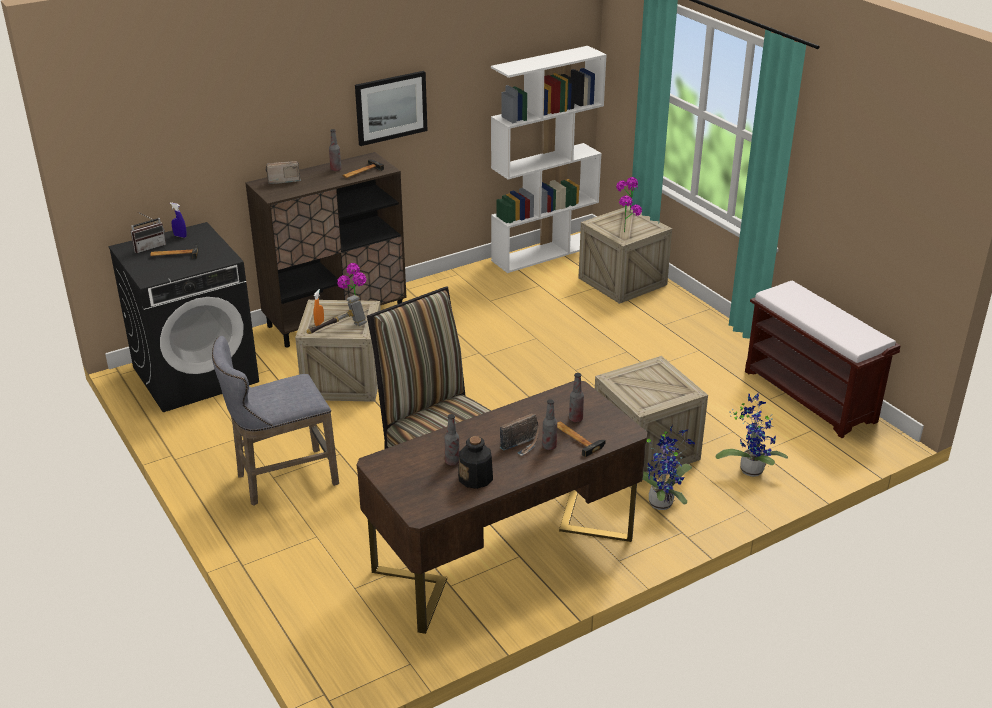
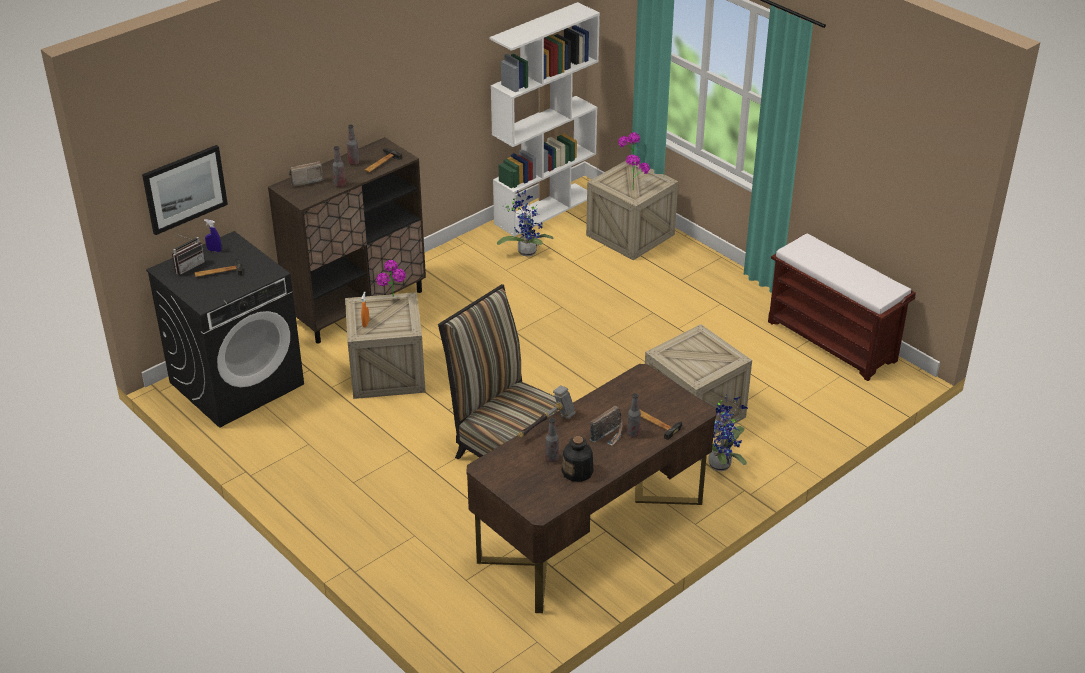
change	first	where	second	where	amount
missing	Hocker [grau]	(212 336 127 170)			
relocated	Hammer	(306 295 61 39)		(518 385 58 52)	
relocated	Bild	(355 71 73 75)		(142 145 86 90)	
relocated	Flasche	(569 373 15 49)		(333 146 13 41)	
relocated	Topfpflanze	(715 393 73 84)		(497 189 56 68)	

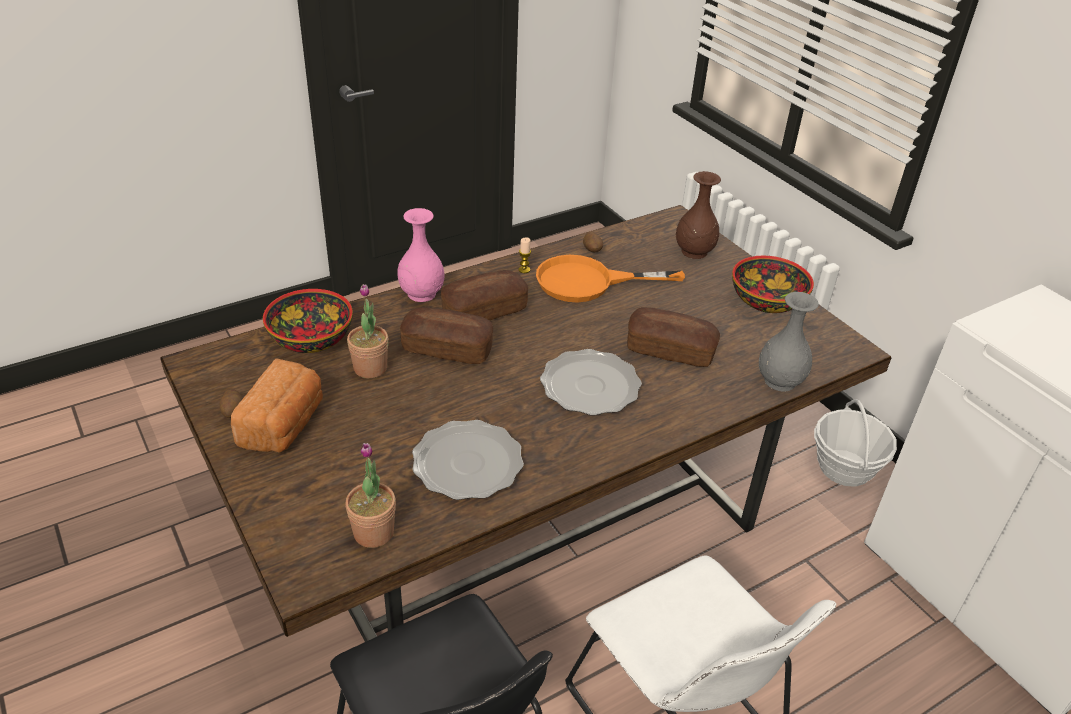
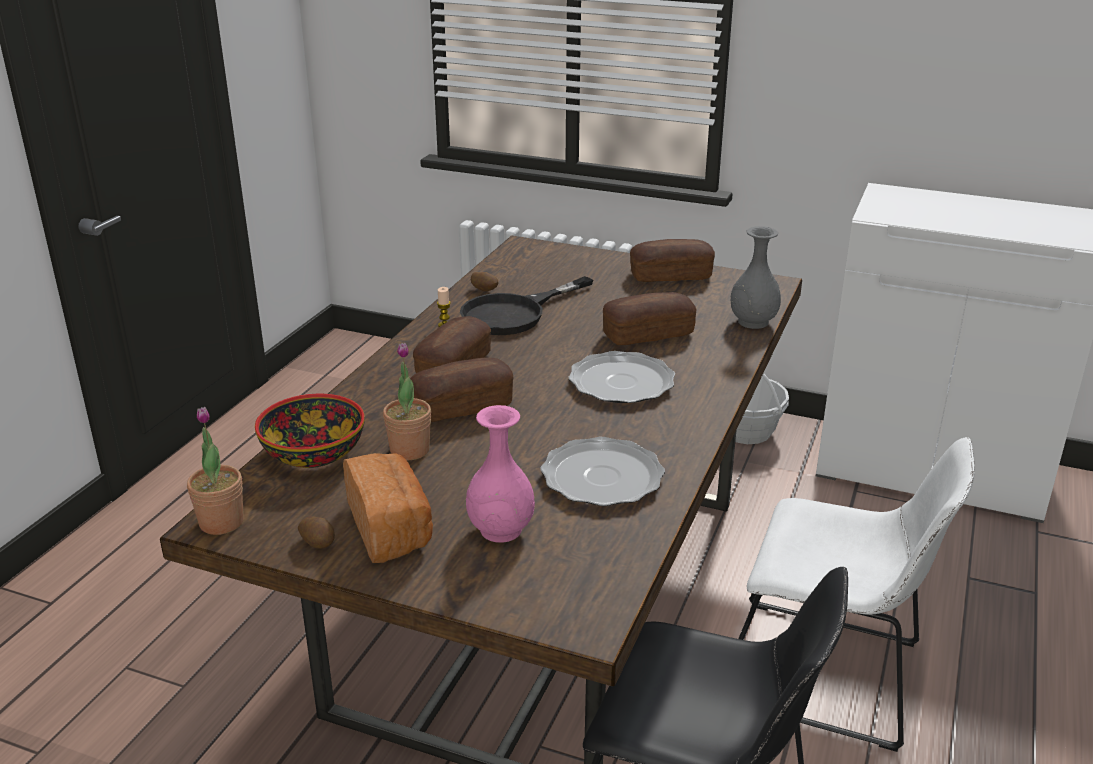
change	first	where	second	where	amount
missing	Vase [braun]	(676 171 45 88)			
relocated	Topfpflanze	(345 443 51 105)		(187 407 57 128)	
relocated	Vase [rosa]	(397 208 48 94)		(466 405 69 138)	
exchanged	Schüssel	(732 256 82 57)	Brot	(630 239 85 43)	
colour	Pfanne [orange]	(536 255 149 48)	Pfanne [schwarz]	(460 276 133 59)	

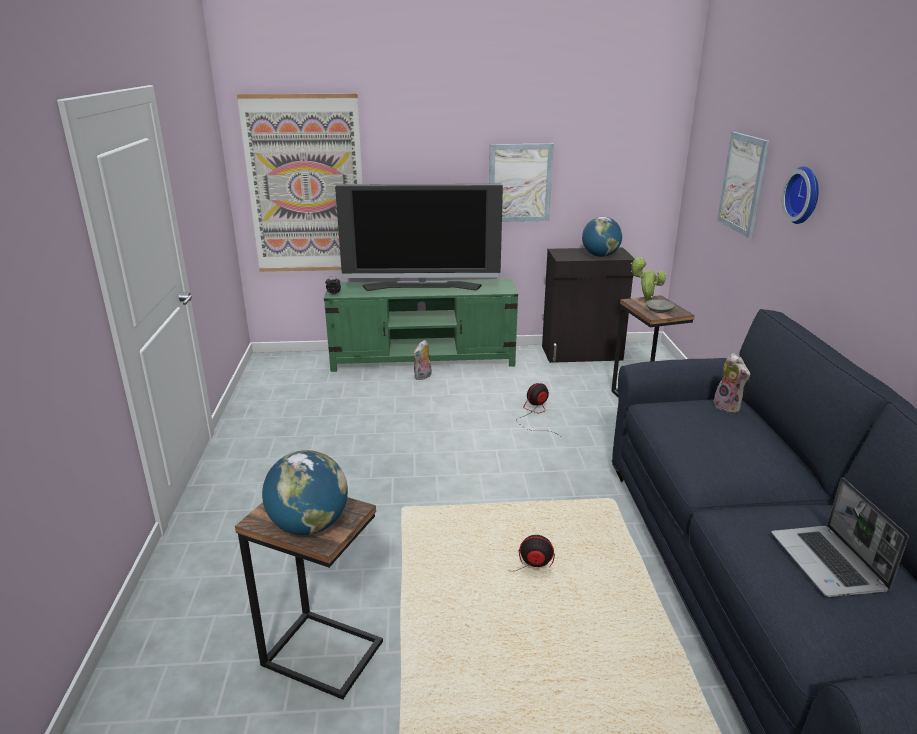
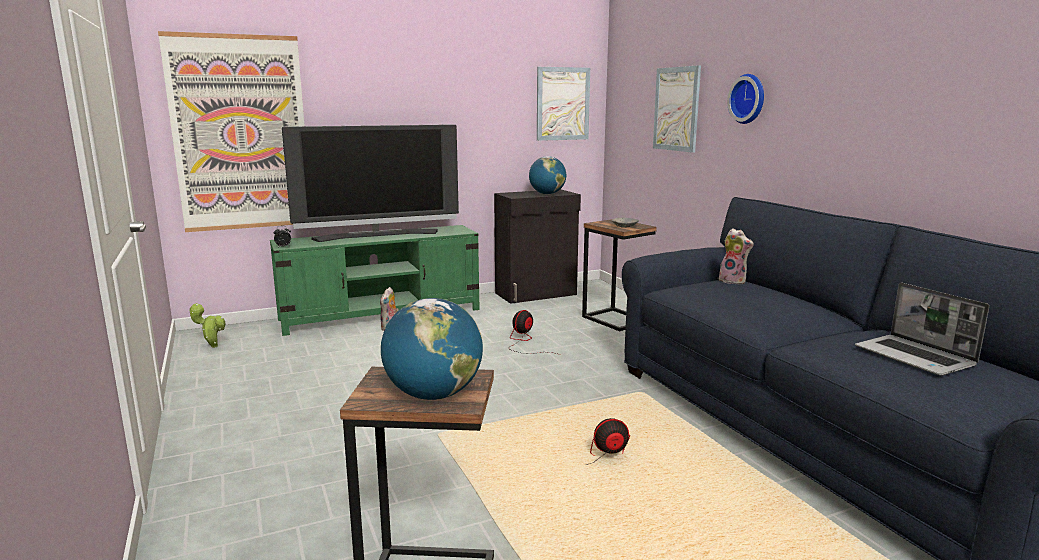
change	first	where	second	where	amount
relocated	Bild	(489 144 65 78)		(537 67 53 74)	
relocated	Topfpflanze	(631 257 35 44)		(189 303 36 45)	

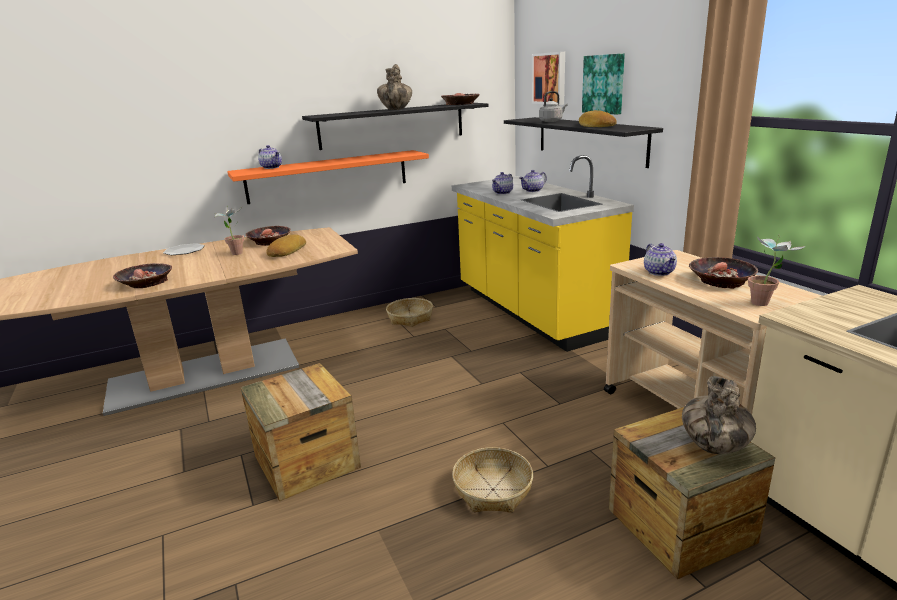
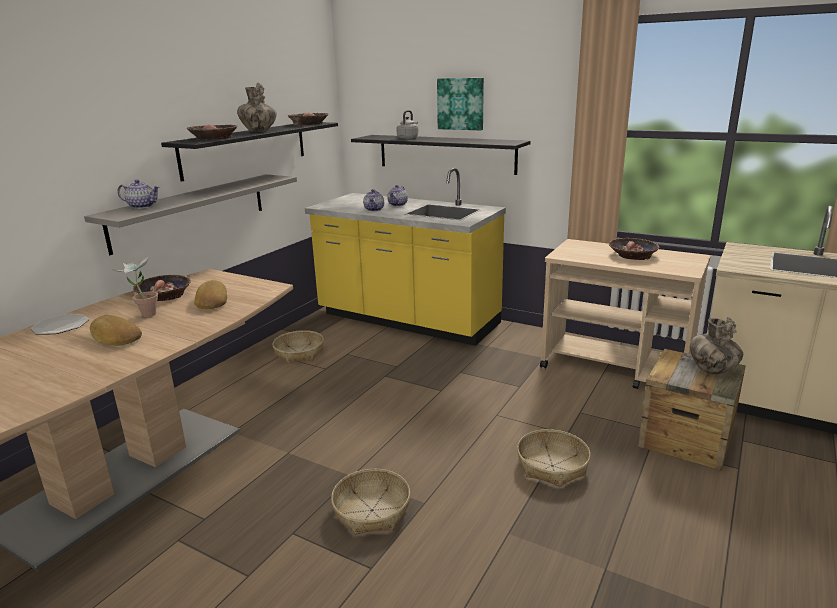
change	first	where	second	where	amount
missing	Bild	(532 52 33 53)			
missing	Teekanne	(644 243 33 33)			
missing	Topfpflanze	(748 235 57 71)			
relocated	Schüssel	(113 263 59 25)		(187 125 50 15)	
relocated	Brot	(579 110 38 17)		(90 315 52 31)	
exchanged	Kiste	(240 363 121 139)	Korb	(331 469 79 66)	
colour	Wandregal [orange]	(227 150 202 54)	Wandregal [grau]	(84 174 213 81)	

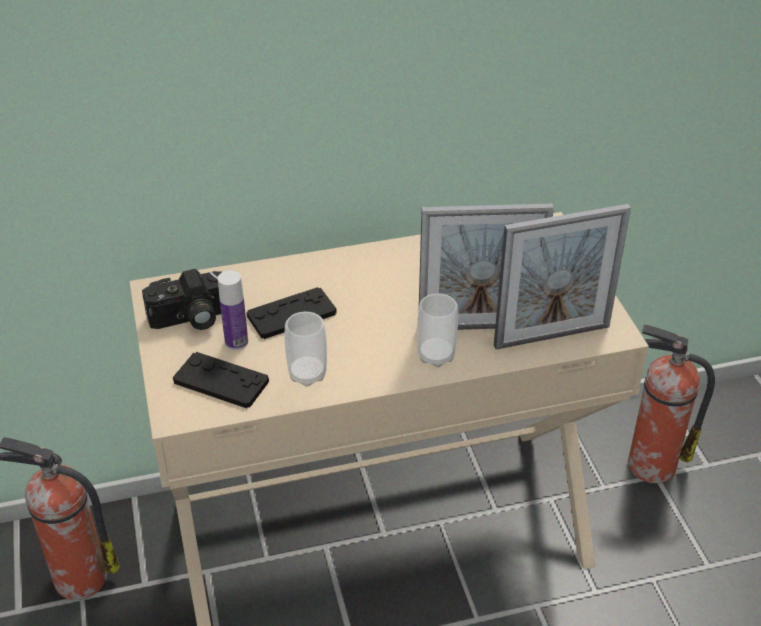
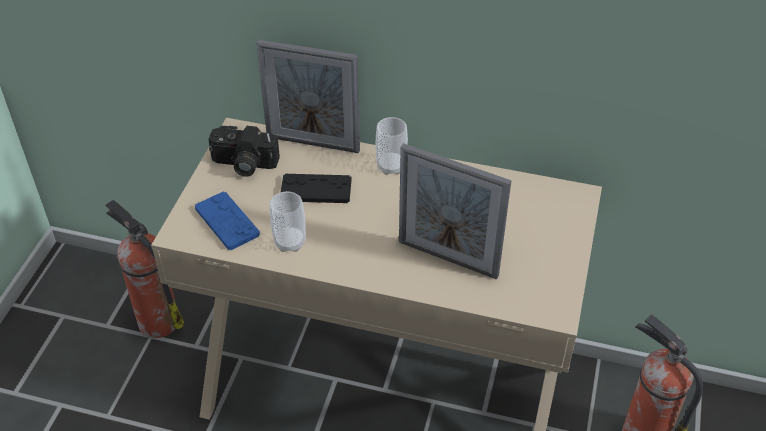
change	first	where	second	where	amount
missing	Flasche	(218 270 30 80)			
relocated	Tasse	(417 293 41 74)		(376 117 32 58)	
relocated	Bilderrahmen	(494 204 137 146)		(256 40 104 113)	
colour	Gamepad [schwarz]	(173 352 96 56)	Gamepad [blau]	(195 192 65 58)	

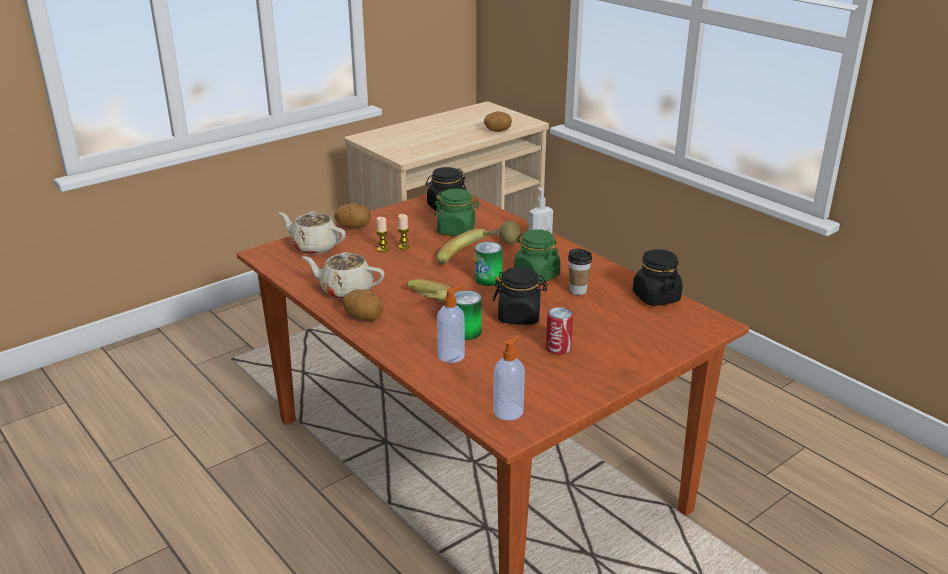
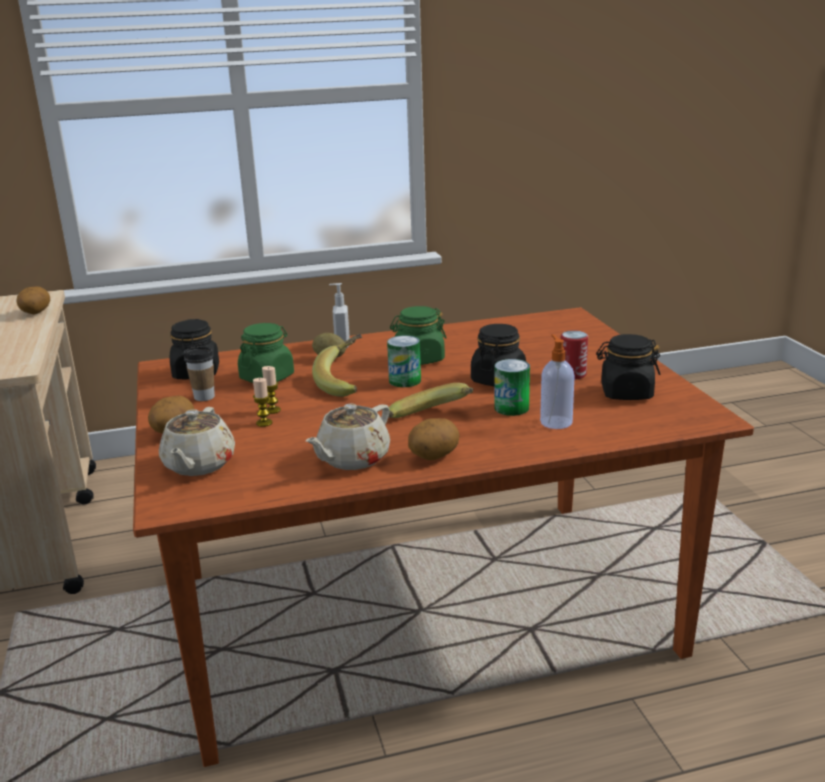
change	first	where	second	where	amount
missing	Seifenspender	(493 335 32 86)			
relocated	Tasse	(568 248 24 47)		(184 346 31 55)	
relocated	Vorratsglas [schwarz]	(633 249 50 57)		(596 334 65 66)	
spun	Teekanne [beige]	(279 211 67 43)		(159 407 76 69)	45 degrees counterclockwise

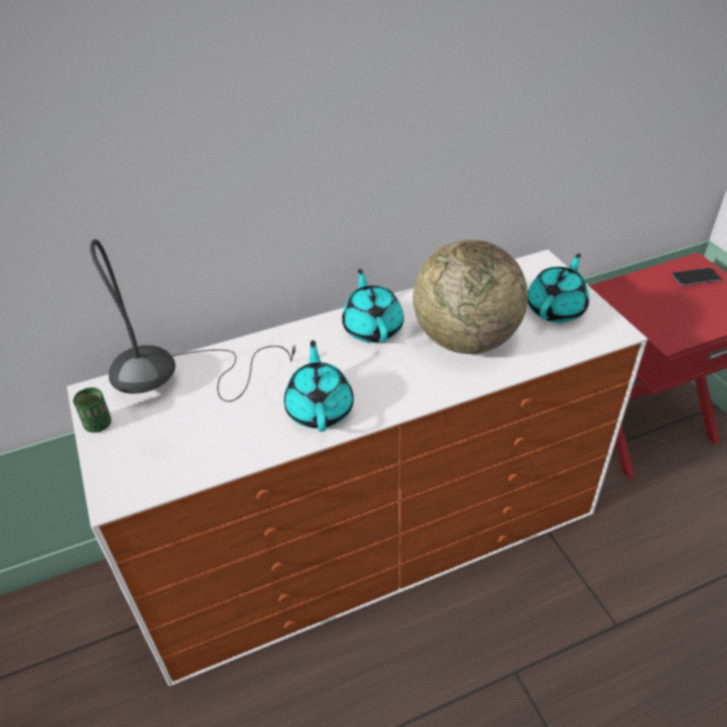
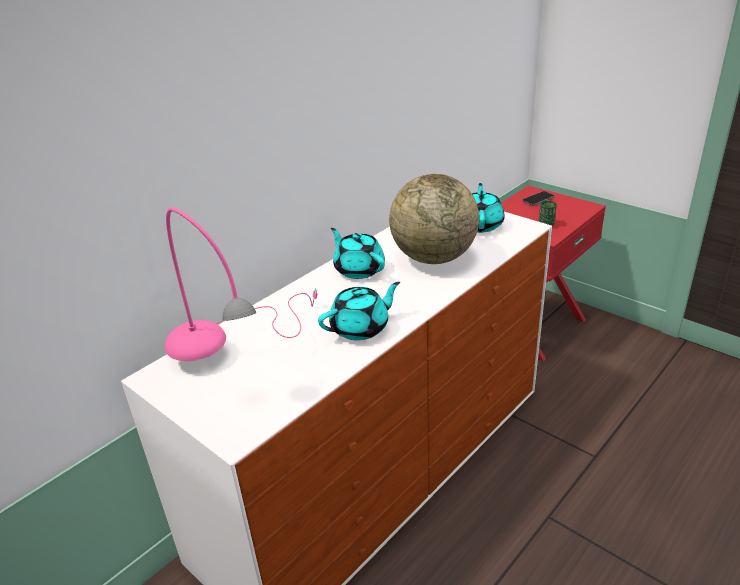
change	first	where	second	where	amount
relocated	Tasse [grün]	(73 387 38 46)		(539 201 18 25)	
colour	Tischlampe [grau]	(90 239 206 163)	Tischlampe [rosa]	(165 207 153 154)	
spun	Teekanne [türkis]	(284 340 70 92)		(318 282 82 58)	90 degrees clockwise

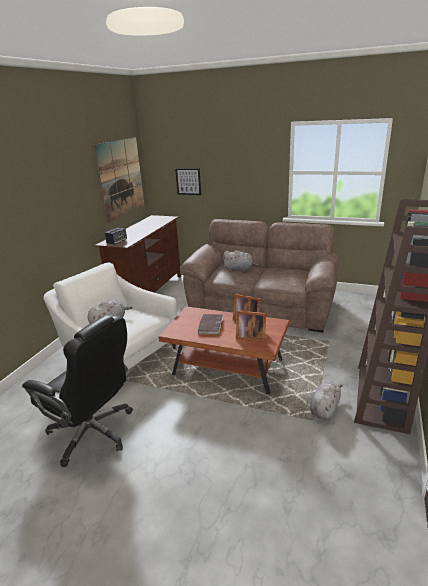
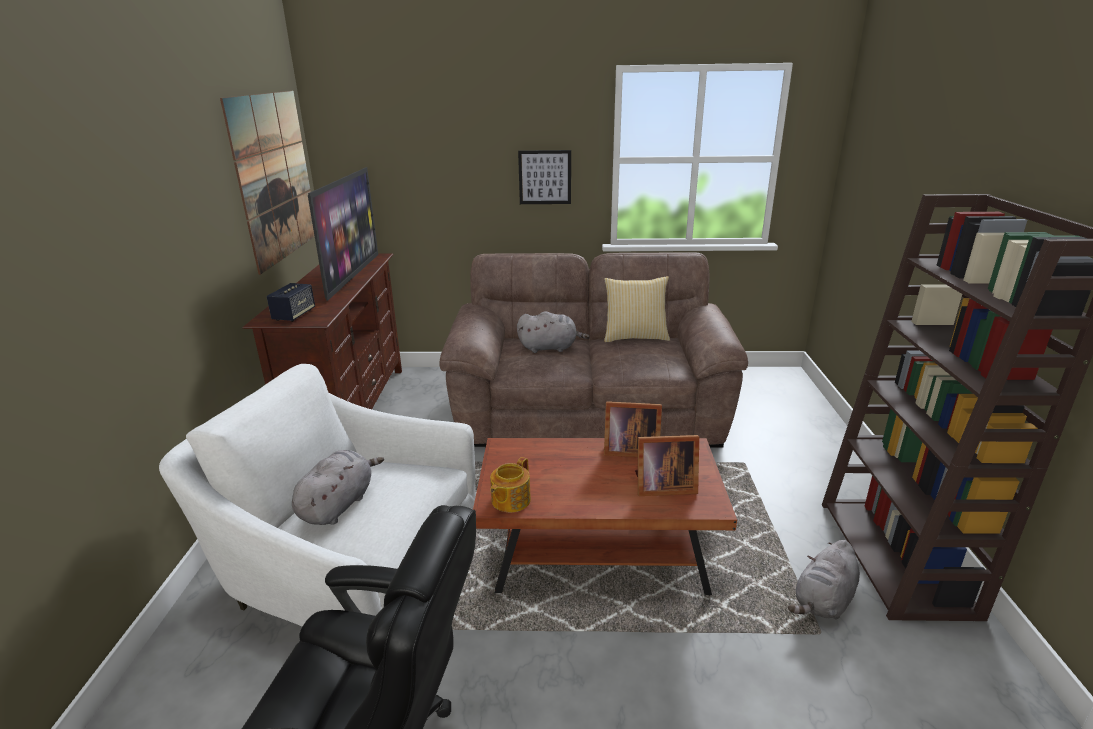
change	first	where	second	where	amount
missing	Buch	(198 314 25 21)			
appeared			Fernseher	(308 167 70 134)	
appeared			Teekanne	(490 457 41 55)	
appeared			Kissen	(604 276 66 66)	
relocated	Bild	(175 168 26 27)		(518 150 53 54)	
spun	Plüschtier [grau]	(310 381 33 38)		(788 540 72 80)	150 degrees counterclockwise

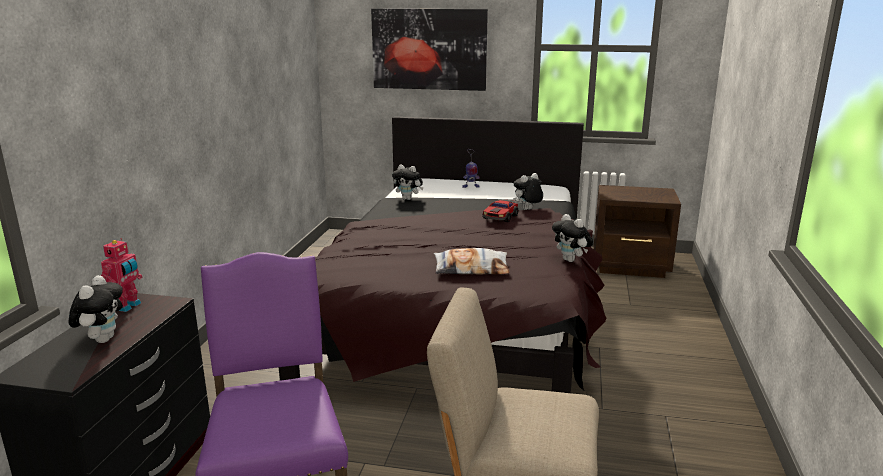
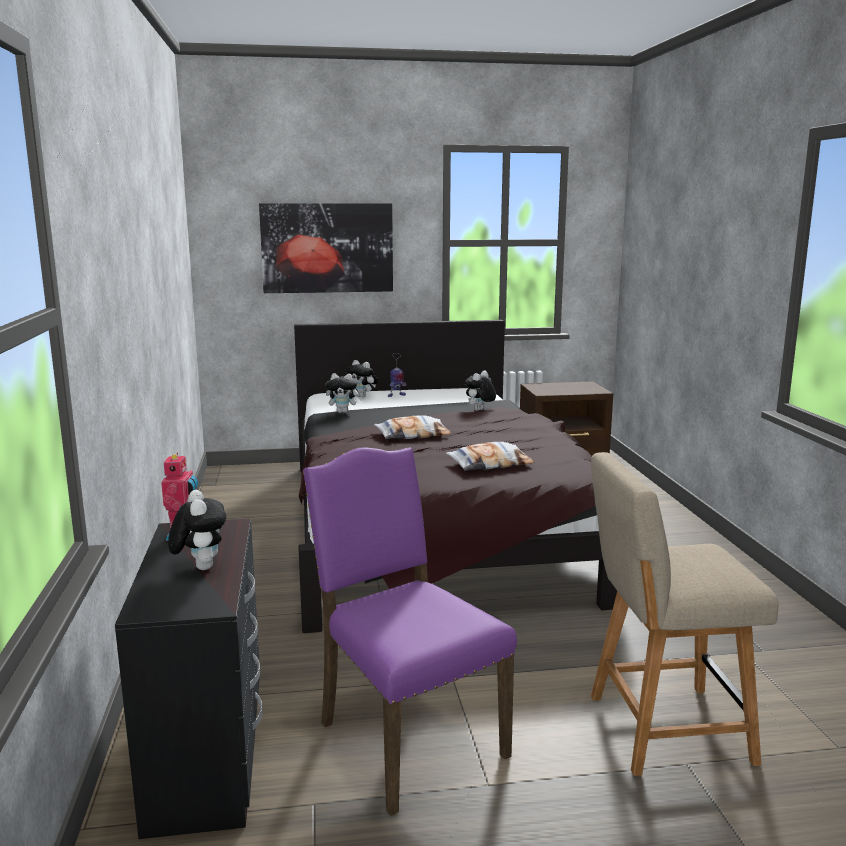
change	first	where	second	where	amount
missing	Spielzeugauto	(483 199 35 23)			
appeared			Kissen	(374 416 78 23)	
relocated	Plüschtier	(552 214 41 48)		(346 360 33 38)	

